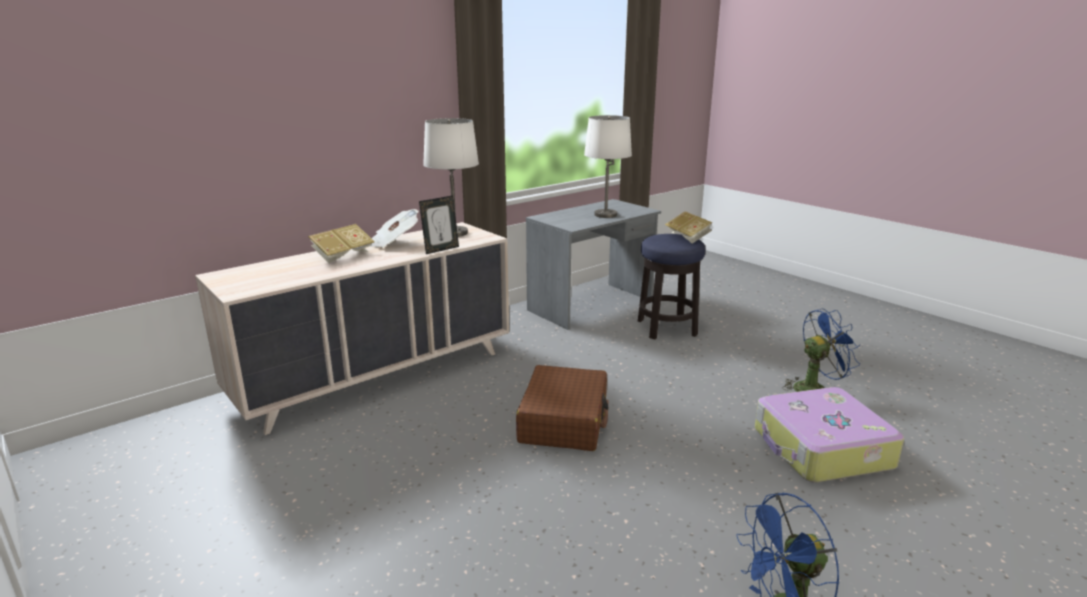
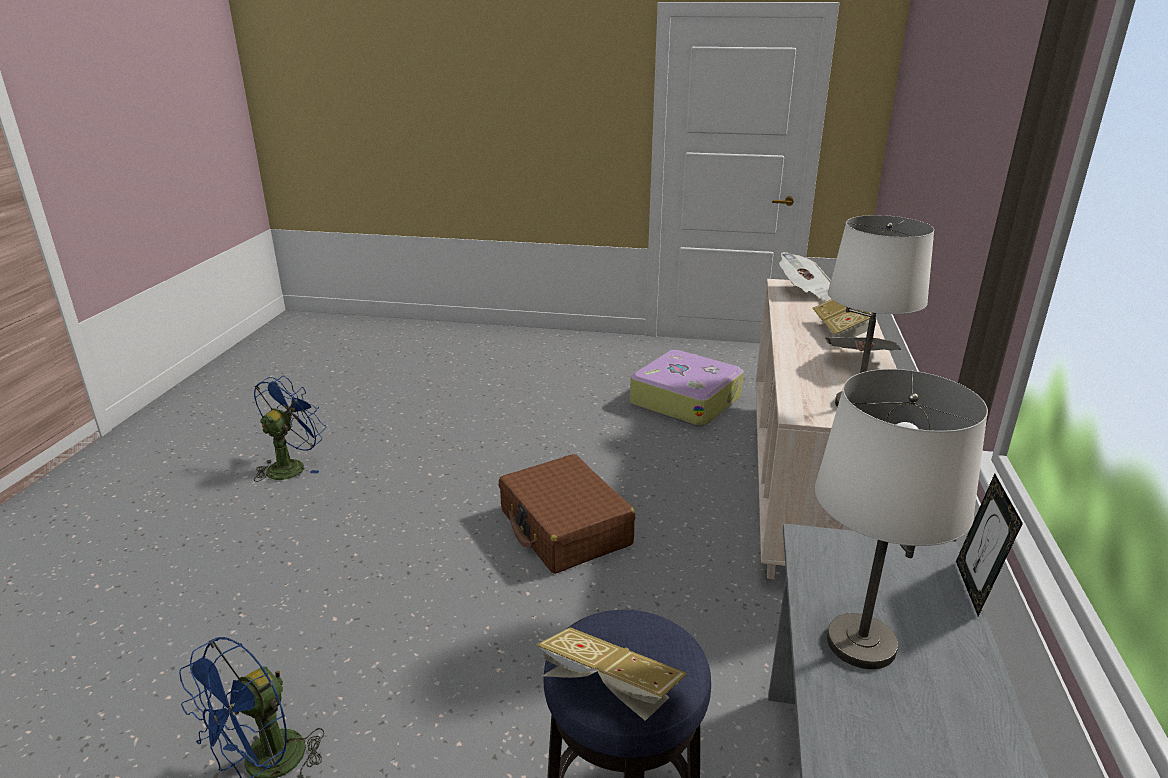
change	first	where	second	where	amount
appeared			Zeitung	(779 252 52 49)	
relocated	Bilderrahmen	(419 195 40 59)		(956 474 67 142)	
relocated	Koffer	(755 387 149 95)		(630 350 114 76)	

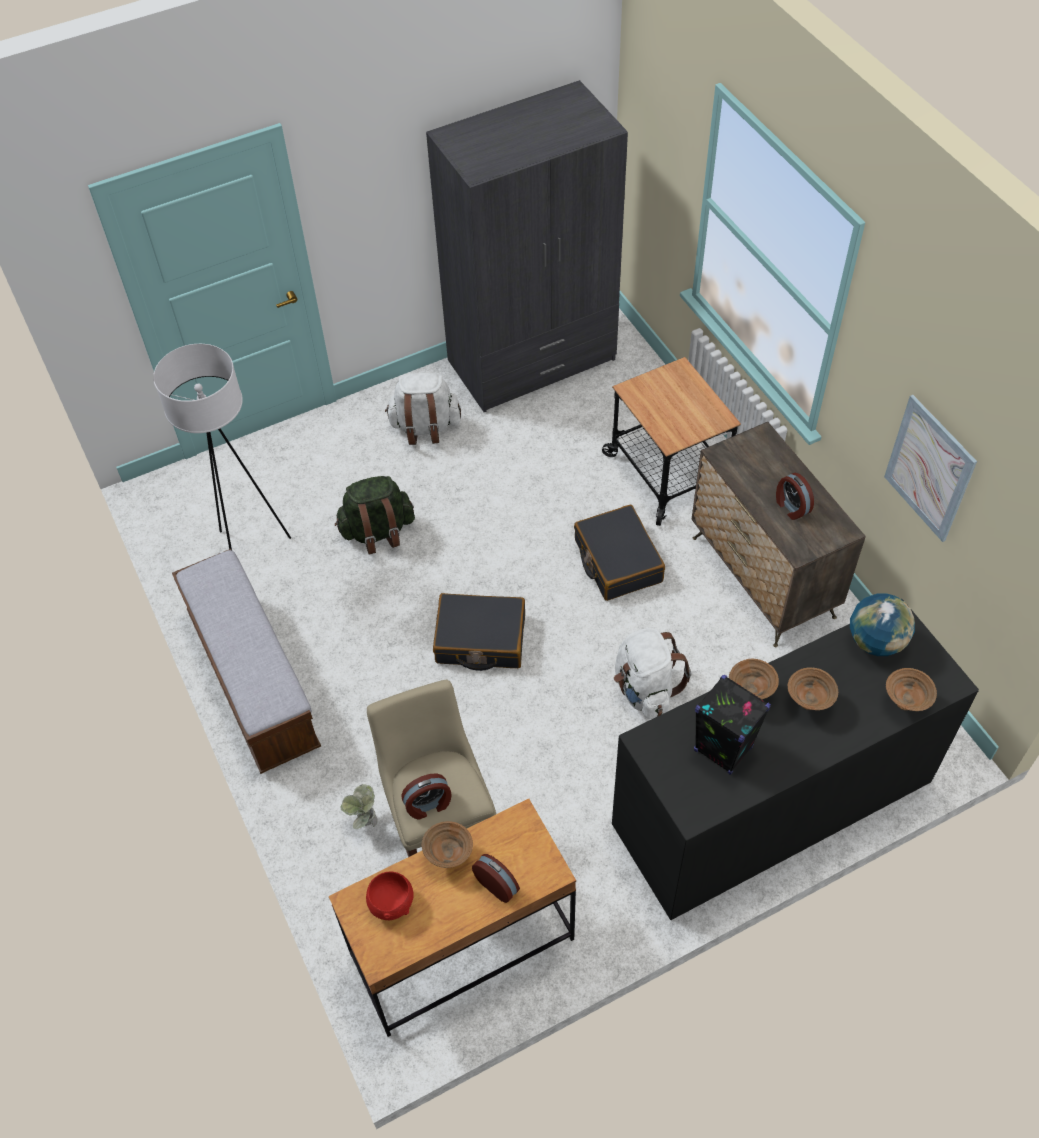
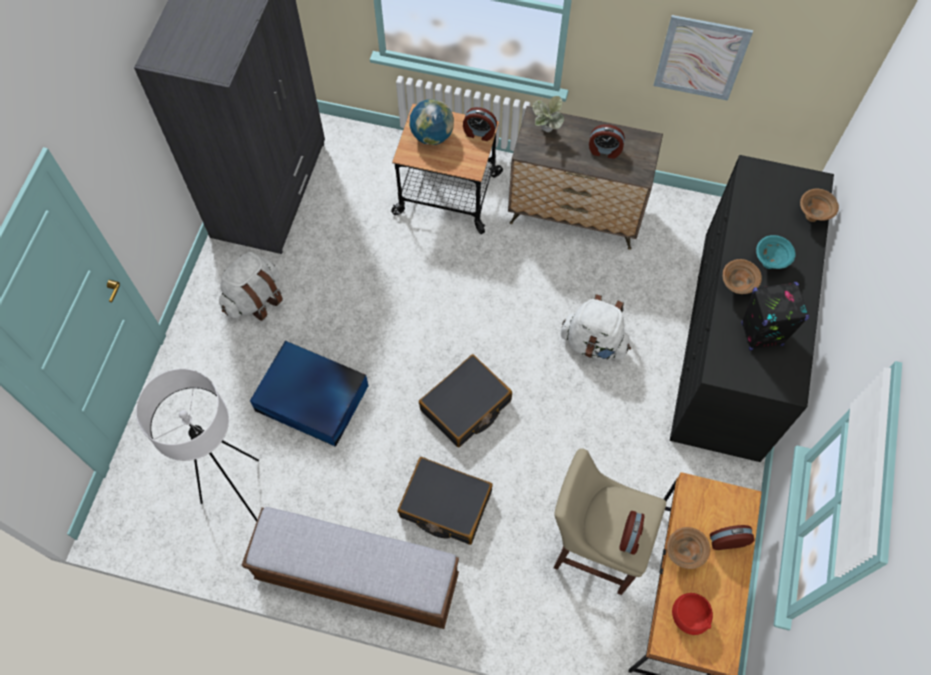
change	first	where	second	where	amount
appeared			Wecker	(463 107 34 34)	
relocated	Topfpflanze	(340 784 37 45)		(533 96 31 36)	
relocated	Koffer [schwarz]	(574 505 91 96)		(398 457 95 88)	
relocated	Globus	(850 593 65 63)		(409 99 45 46)	
exchanged	Rucksack [grün]	(335 476 80 78)	Aufbewahrungsbox [blau]	(250 341 119 106)	
colour	Schüssel [braun]	(788 667 50 43)	Schüssel [türkis]	(756 235 40 34)	

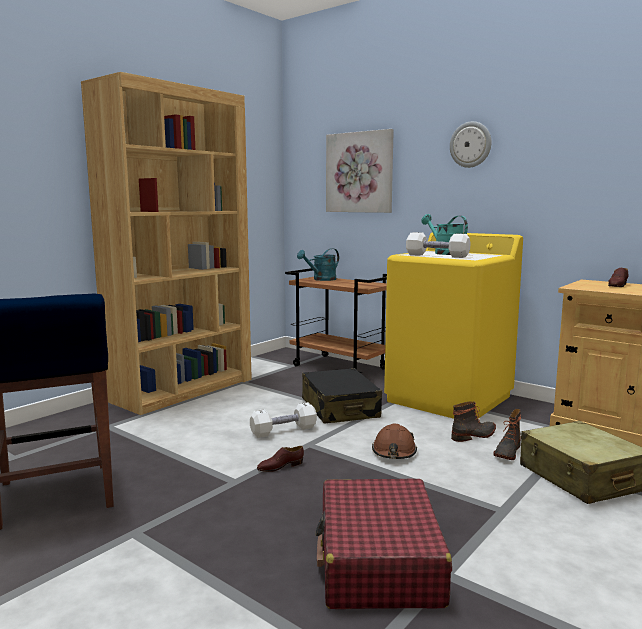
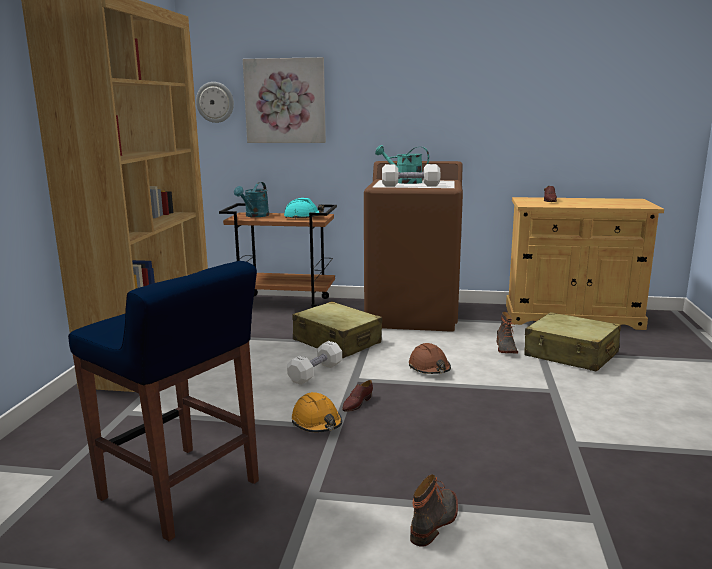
change	first	where	second	where	amount
missing	Koffer [rot]	(316 478 136 131)			
appeared			Schutzhelm [türkis]	(284 198 40 21)	
appeared			Schutzhelm [orange]	(292 392 50 40)	
relocated	Wanduhr	(450 121 41 47)		(196 82 38 41)	
relocated	Stiefel	(451 401 45 41)		(410 474 48 73)	
colour	Koffer [schwarz]	(302 368 80 56)	Koffer [beige]	(293 301 89 57)	
colour	Waschmaschine [gelb]	(384 232 139 187)	Waschmaschine [braun]	(364 161 99 171)	

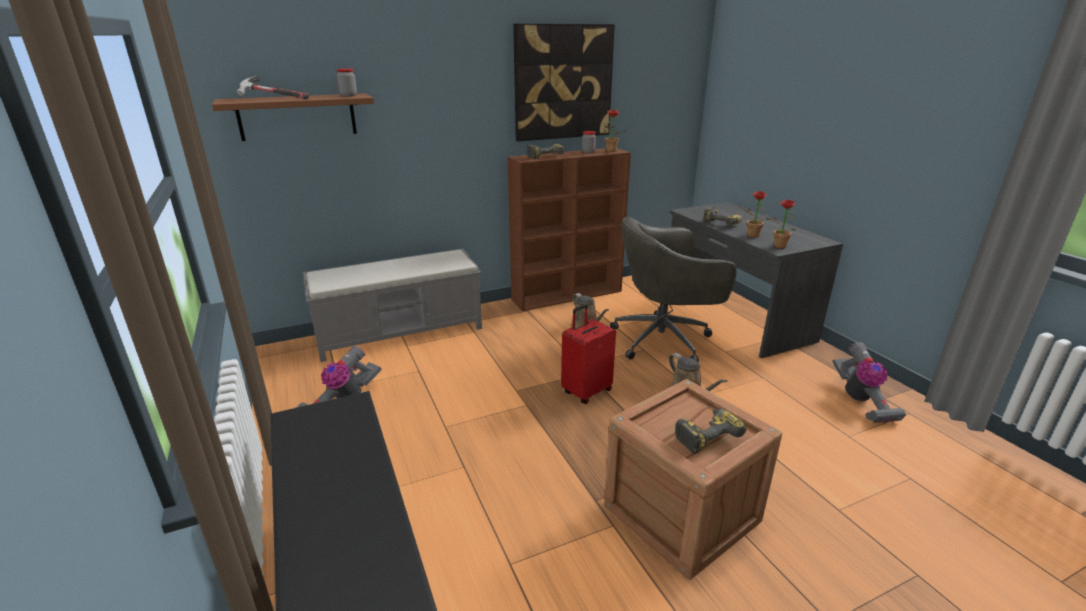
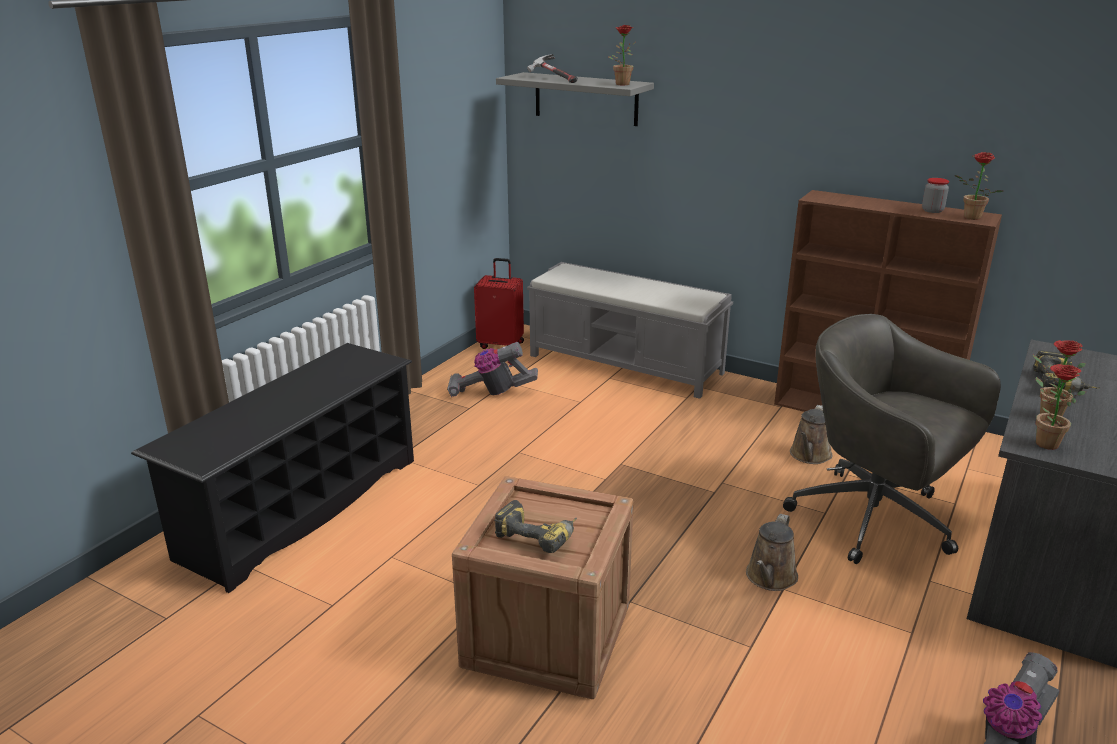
change	first	where	second	where	amount
missing	Bild	(513 24 102 117)			
missing	Bohrmaschine	(527 144 38 15)			
relocated	Koffer [rot]	(561 304 55 100)		(474 258 50 91)	
exchanged	Vorratsglas	(336 69 21 28)	Topfpflanze	(608 25 28 60)	
colour	Wandregal [braun]	(212 93 162 48)	Wandregal [grau]	(496 72 158 54)	

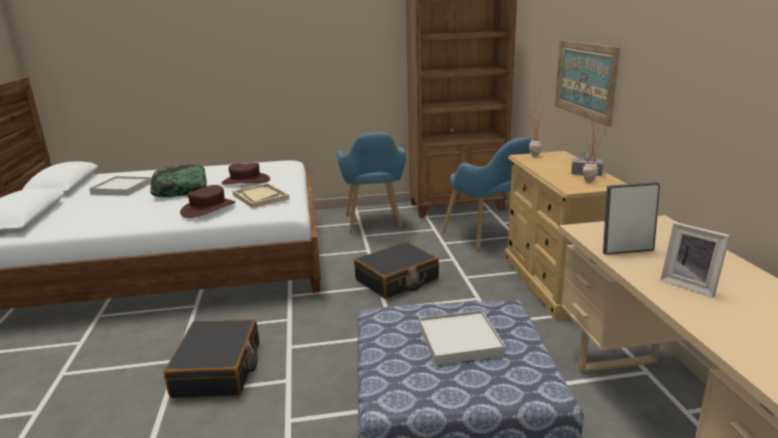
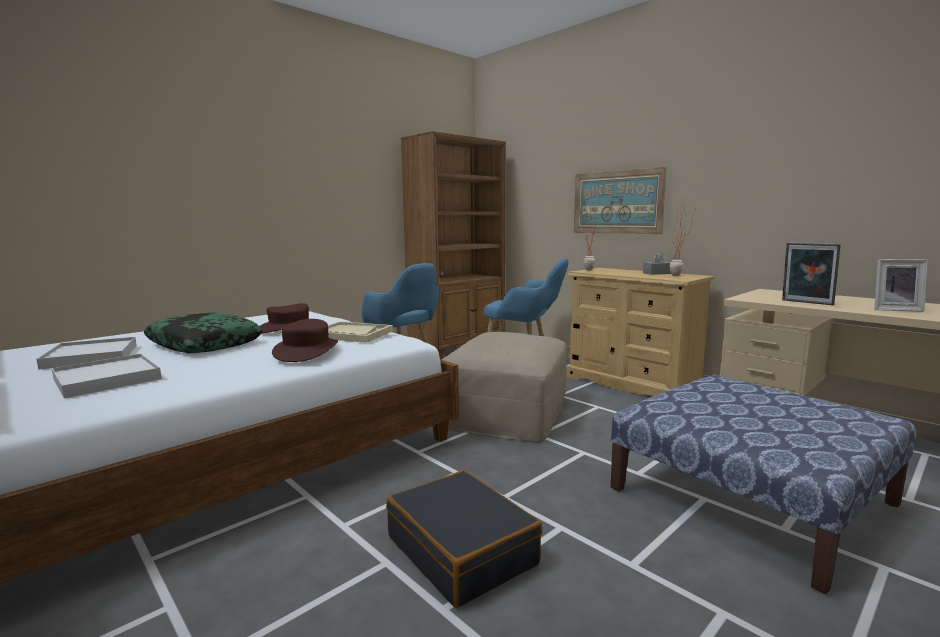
change	first	where	second	where	amount
relocated	Tablett [weiß]	(419 310 87 55)		(52 354 110 44)	
exchanged	Koffer [schwarz]	(354 242 85 57)	Polsterhocker [beige]	(442 332 125 111)	
spun	Bilderrahmen	(603 182 57 73)		(782 243 59 62)	90 degrees counterclockwise

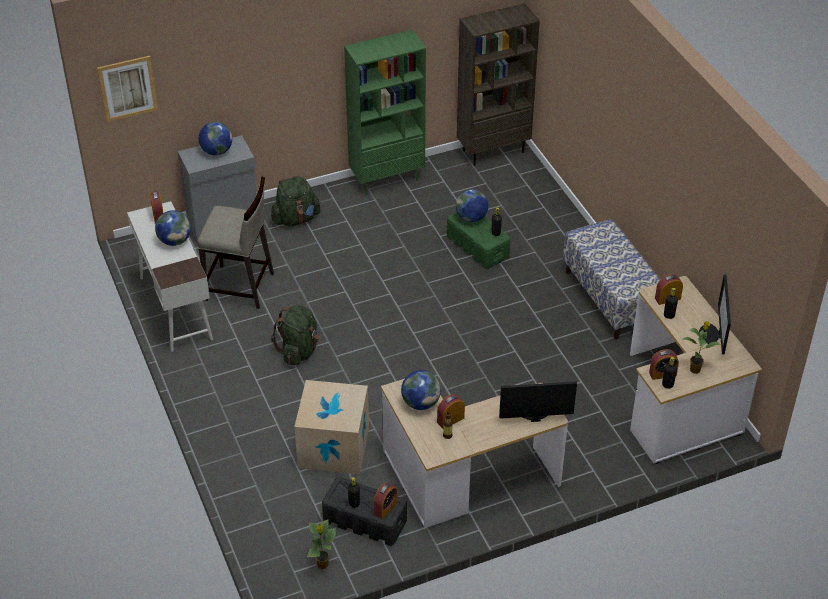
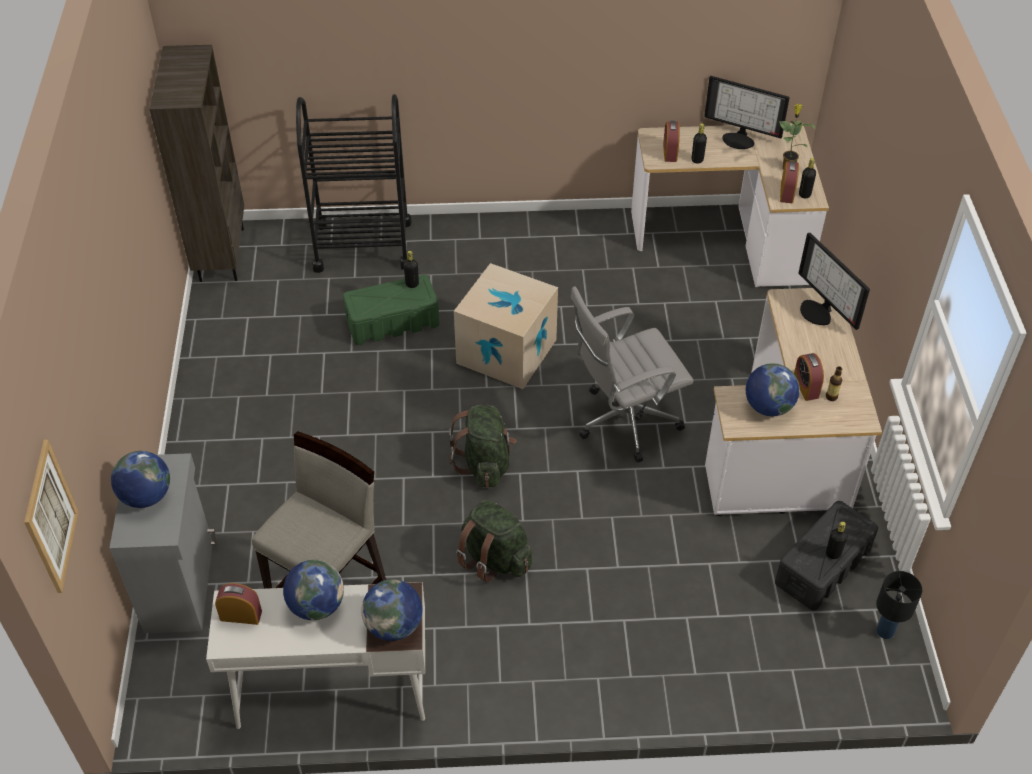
change	first	where	second	where	amount
missing	Bücherregal [grün]	(344 30 82 165)			
missing	Wecker	(373 483 24 36)			
missing	Bank	(563 219 97 121)			
appeared			Rollwagen [schwarz]	(296 94 116 179)	
appeared			Bürostuhl [grau]	(570 286 123 177)	
relocated	Rucksack [grün]	(271 176 49 50)		(449 404 67 84)	
relocated	Karton	(294 380 75 94)		(454 263 104 126)	
relocated	Globus	(456 189 32 33)		(361 579 61 62)	
exchanged	Topfpflanze	(307 519 29 50)	Tischlampe [schwarz]	(876 571 46 68)	
spun	Monitor	(499 381 78 41)		(798 232 72 98)	45 degrees counterclockwise

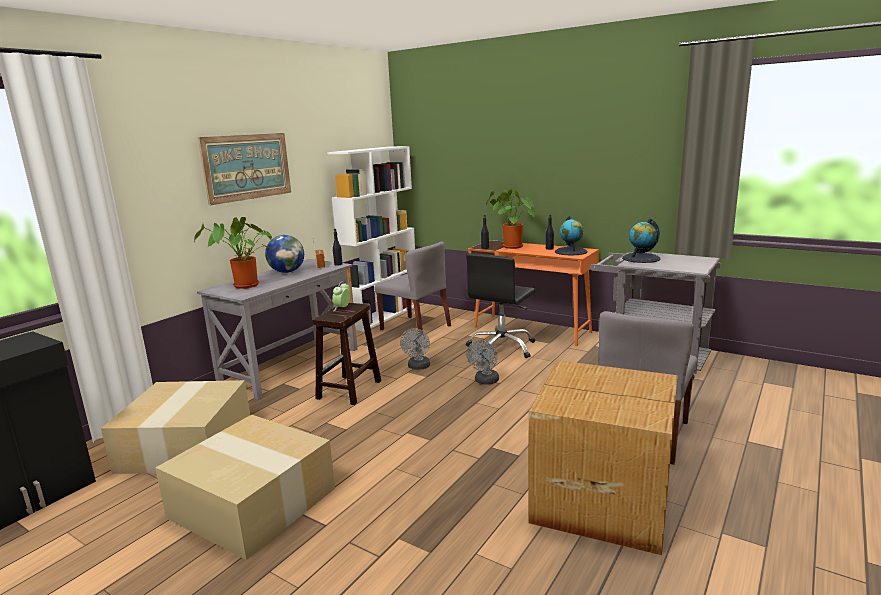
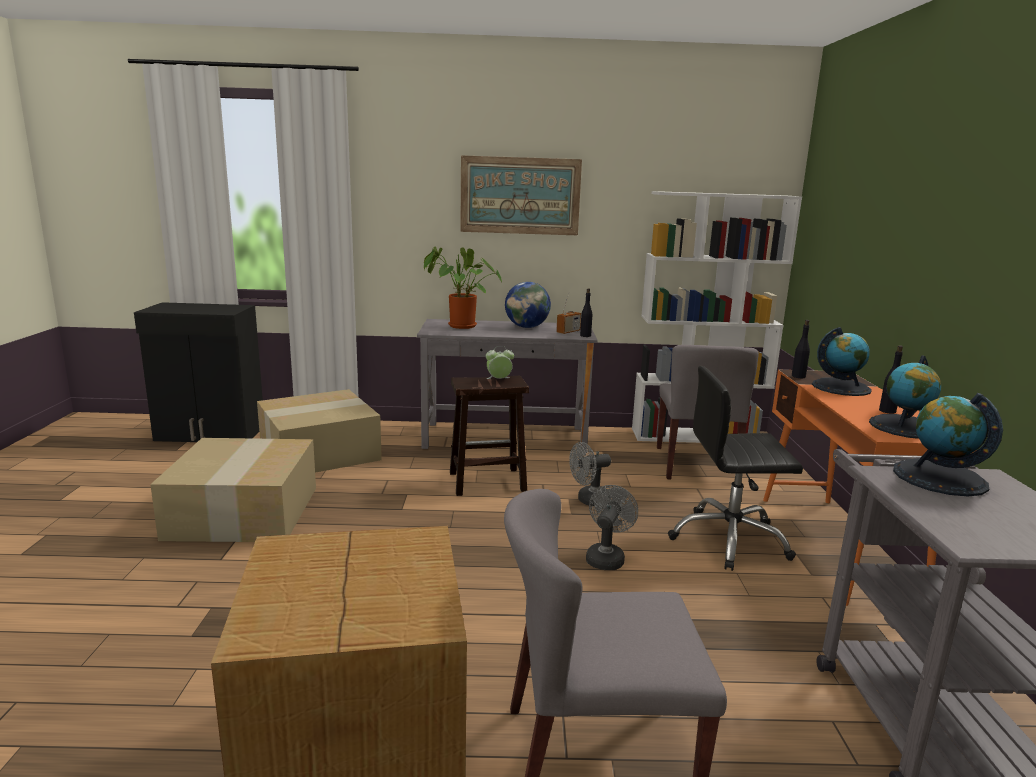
change	first	where	second	where	amount
exchanged	Topfpflanze	(486 189 49 60)	Globus	(812 327 60 69)	
spun	Ventilator [grau]	(467 340 32 45)		(586 485 52 85)	120 degrees clockwise

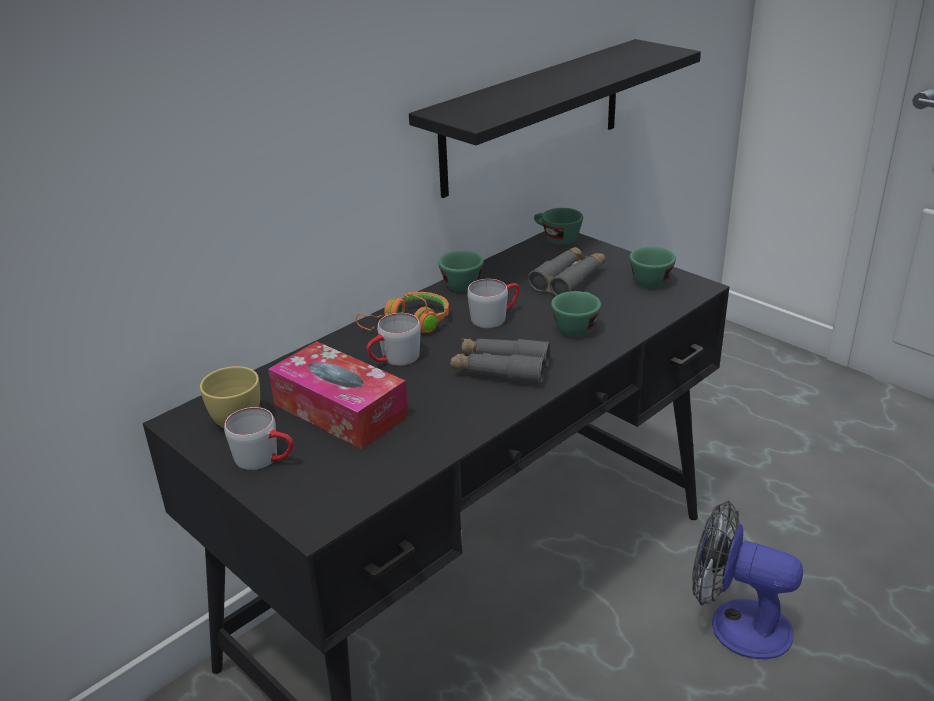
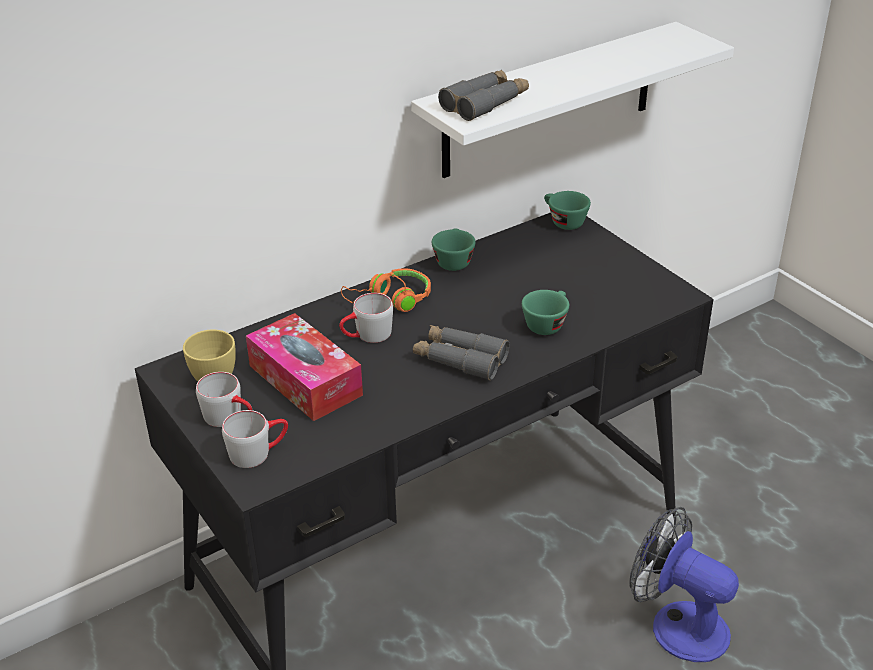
change	first	where	second	where	amount
missing	Tasse [grün]	(630 247 46 41)			
relocated	Henkelbecher [grau]	(467 279 52 49)		(222 410 66 58)	
relocated	Fernglas [grau]	(528 247 77 49)		(438 70 91 51)	
colour	Wandregal [schwarz]	(409 39 292 159)	Wandregal [weiß]	(411 22 323 156)	

